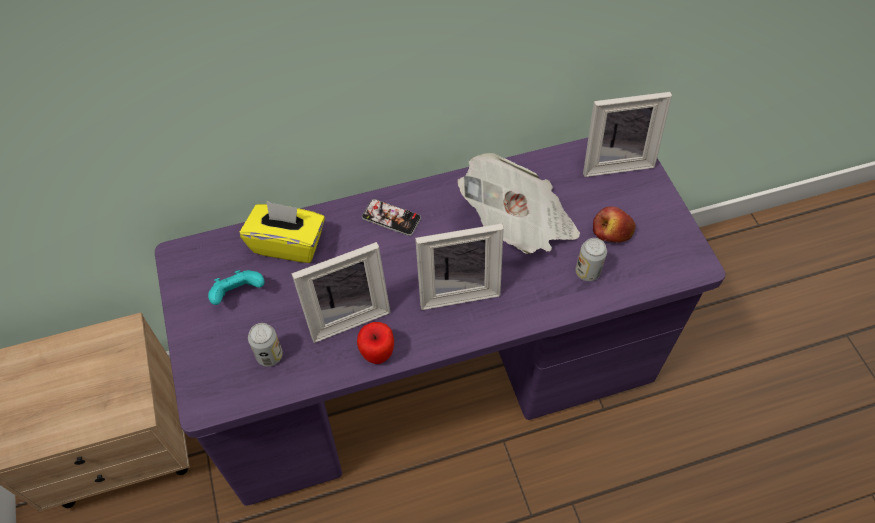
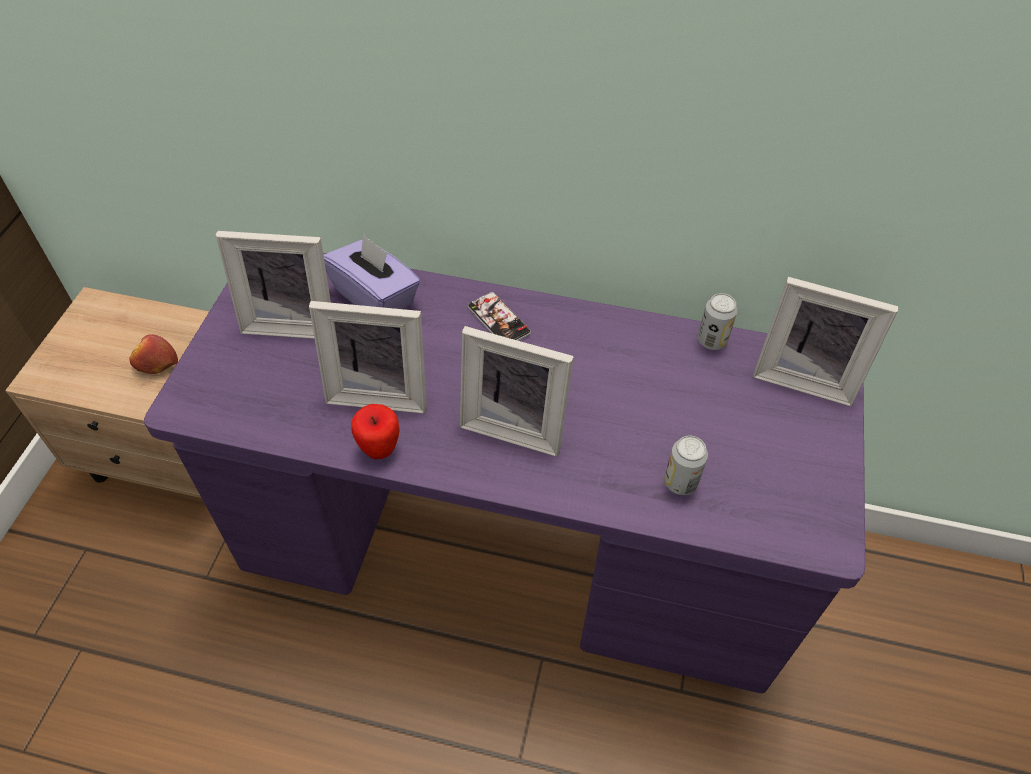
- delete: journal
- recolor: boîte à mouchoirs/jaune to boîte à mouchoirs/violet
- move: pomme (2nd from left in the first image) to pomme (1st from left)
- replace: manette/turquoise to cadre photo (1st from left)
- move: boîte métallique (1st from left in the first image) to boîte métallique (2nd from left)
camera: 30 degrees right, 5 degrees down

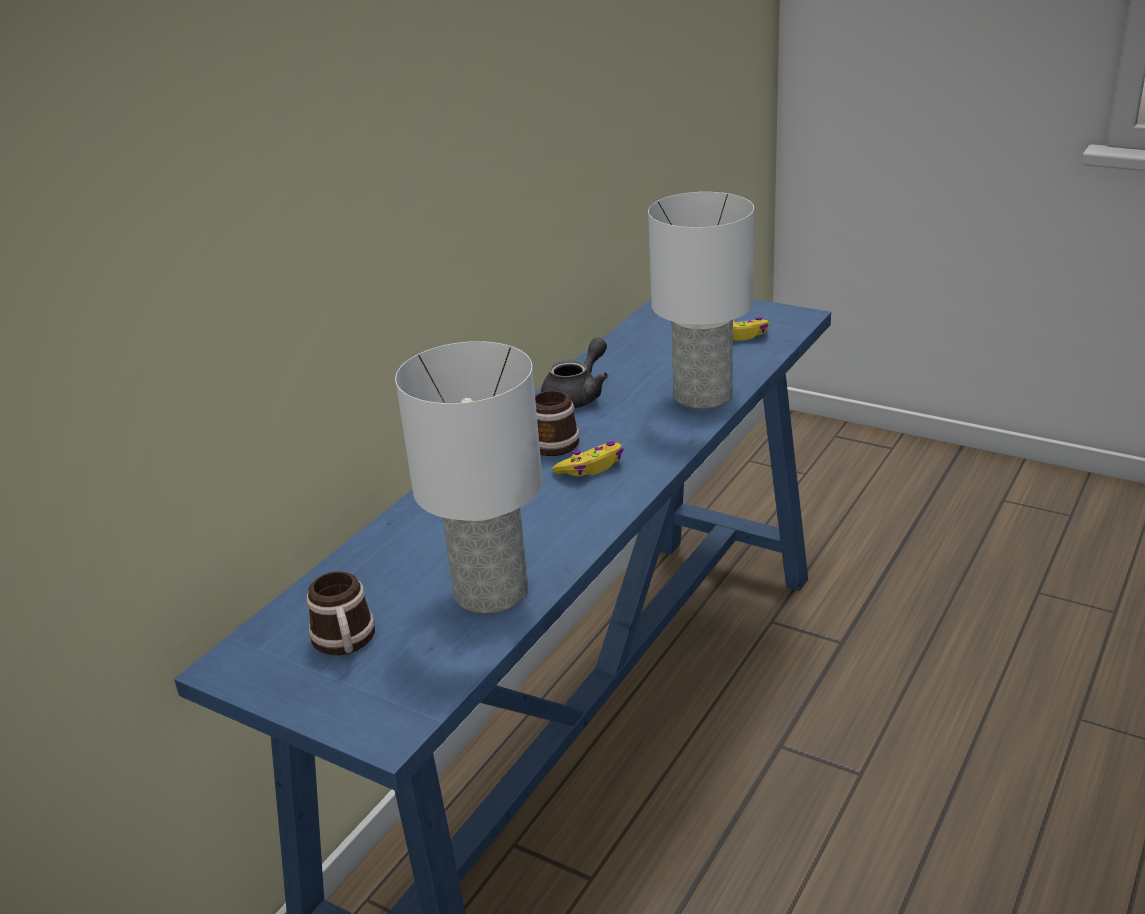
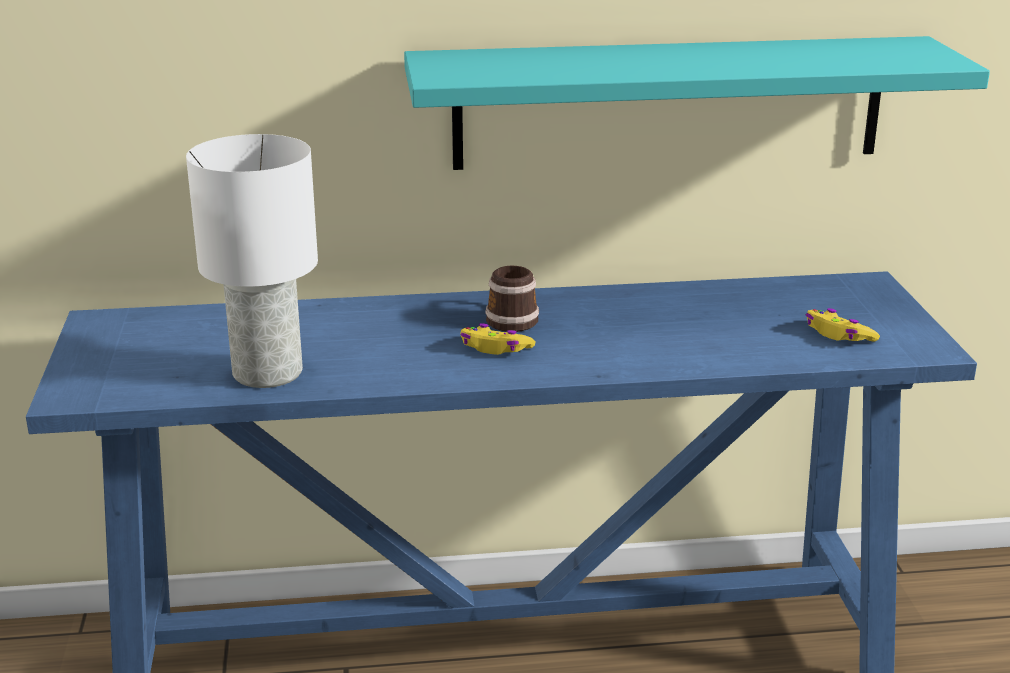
- delete: lampe de table/blanc (2nd from left)
- delete: théière/gris
- delete: mug (1st from left)
- insert: étagère/turquoise
camera: 50 degrees right, 5 degrees down

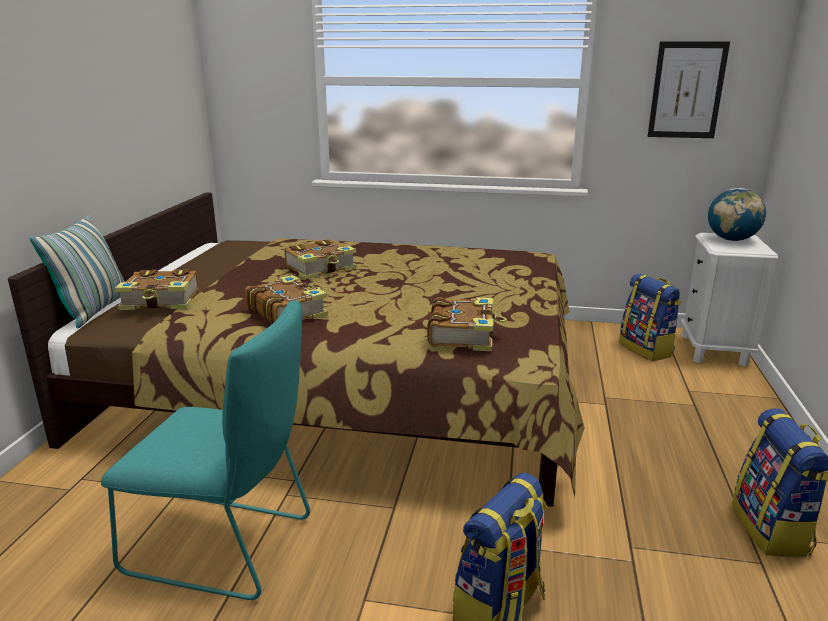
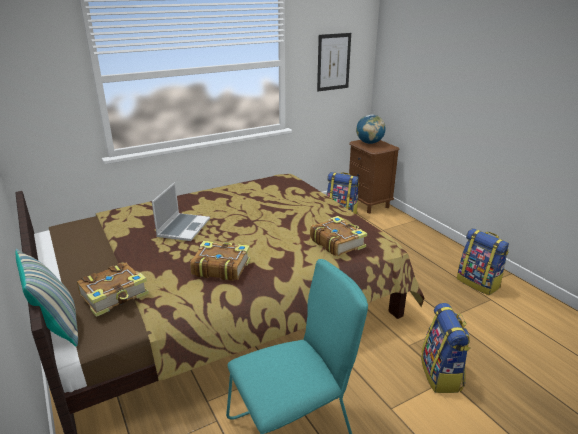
- recolor: table de chevet/blanc to table de chevet/marron
- replace: livre (3rd from left) to ordinateur portable
camera: 40 degrees left, 5 degrees up

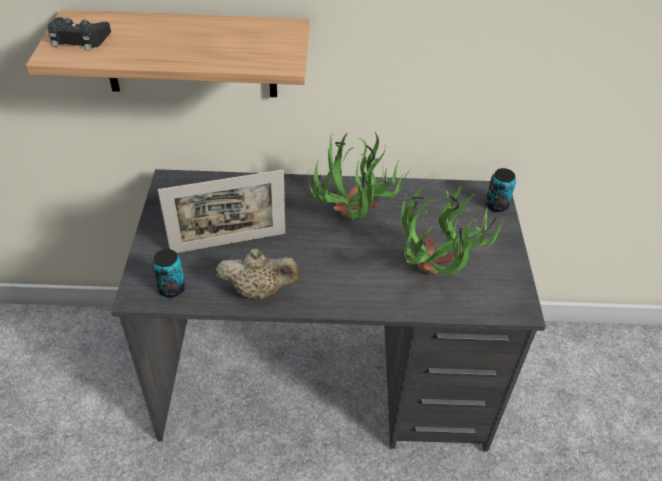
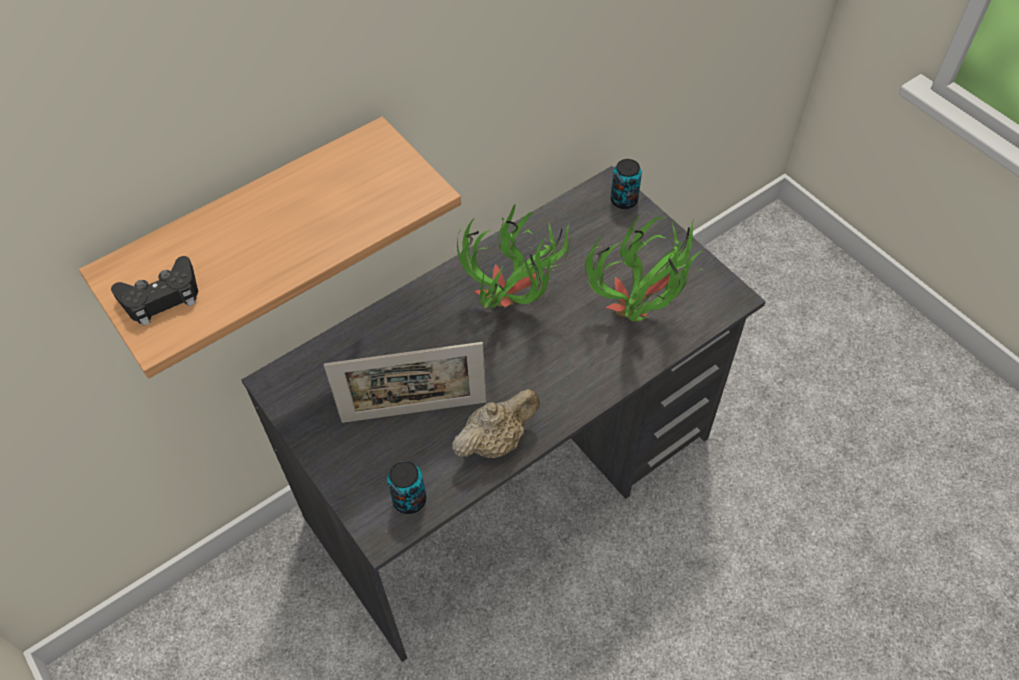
- rotate: cadre photo 45 degrees clockwise
camera: 35 degrees left, 10 degrees up

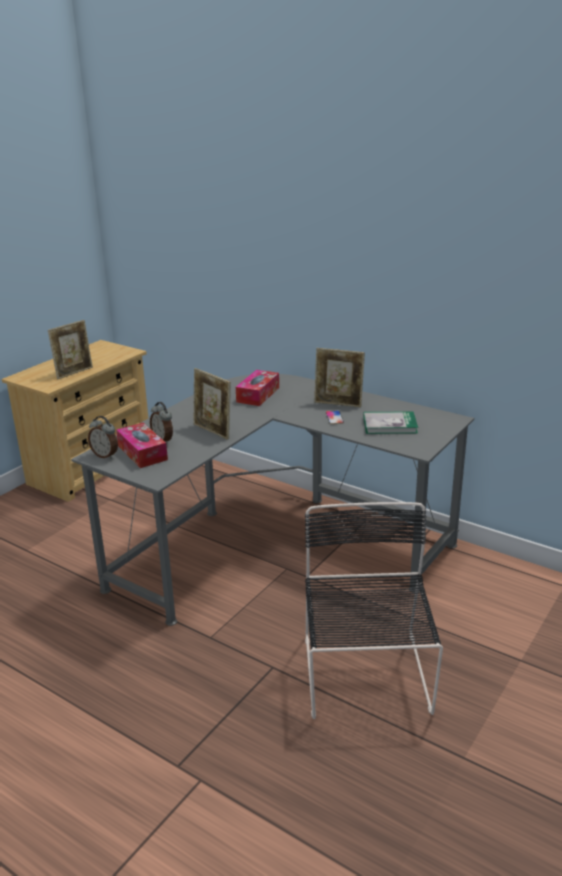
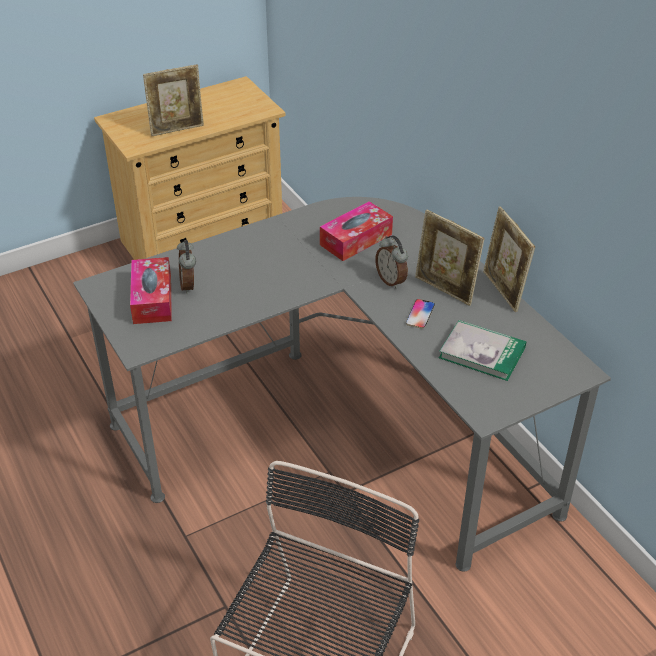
- move: cadre photo (2nd from left in the first image) to cadre photo (3rd from left)
- move: réveil (1st from left in the first image) to réveil (2nd from left)
camera: 25 degrees right, 15 degrees up

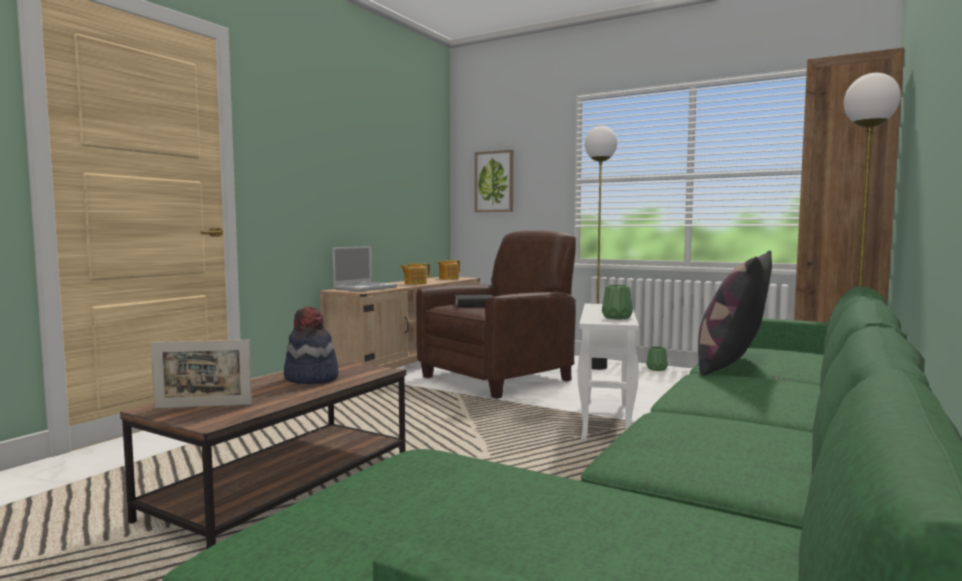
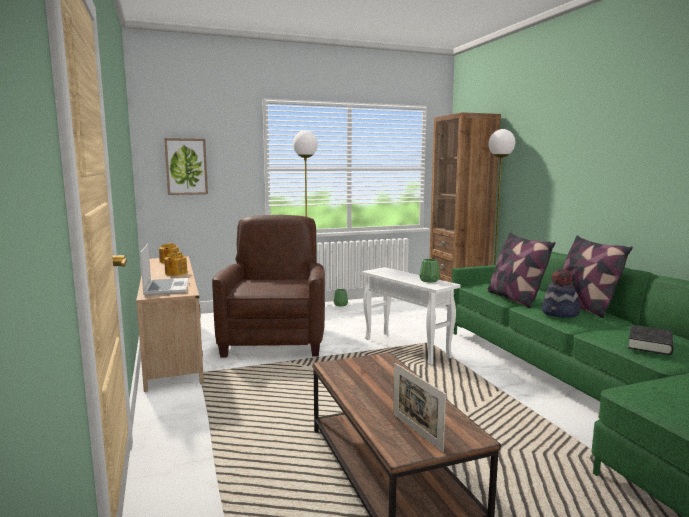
- move: livre/noir
- move: chapeau
- rotate: cadre photo 120 degrees clockwise
- insert: coussin (2nd from left)
camera: 50 degrees left, 5 degrees up

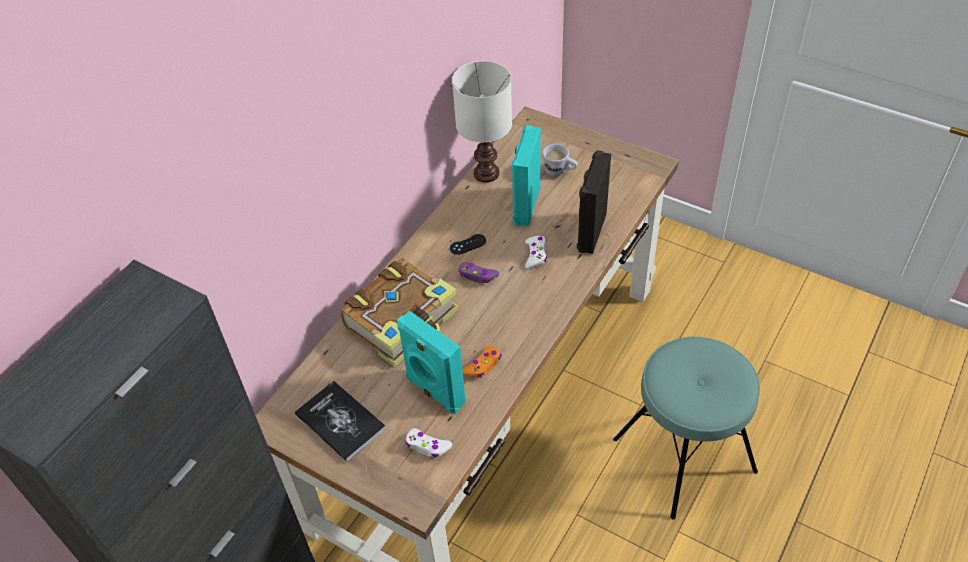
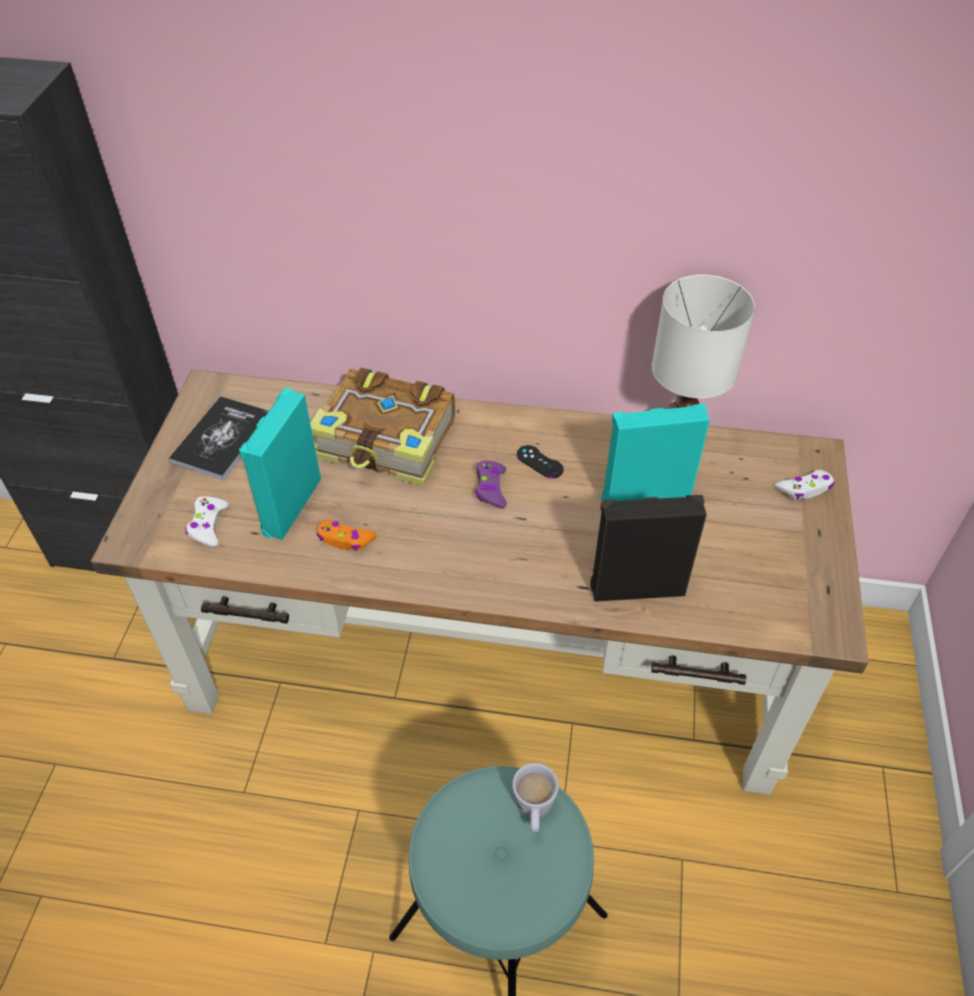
- move: mug/blanc
- move: manette/blanc (2nd from left)
camera: 65 degrees right, 0 degrees up

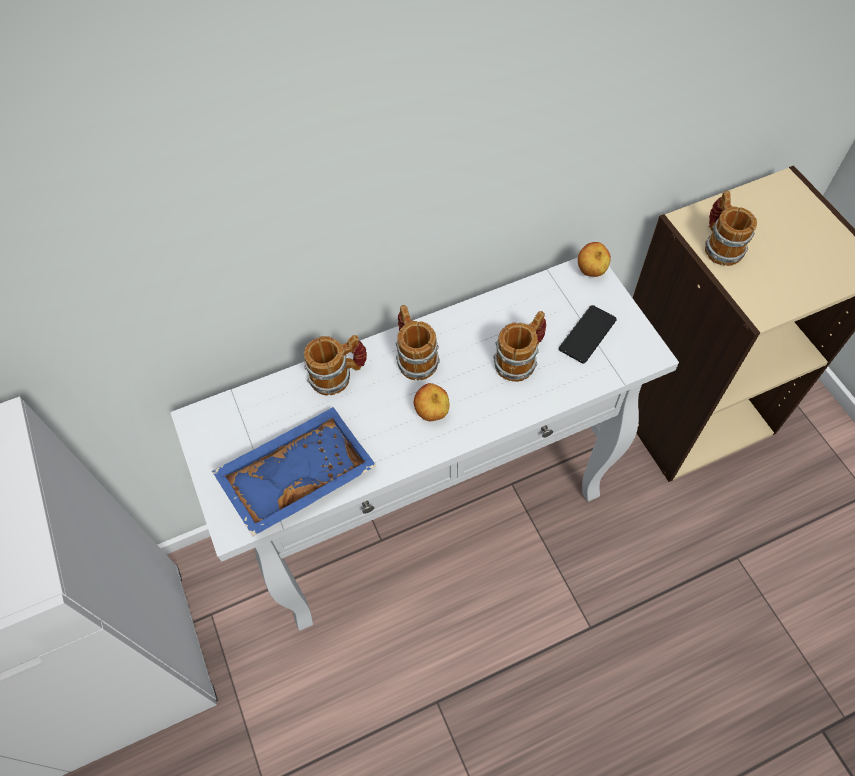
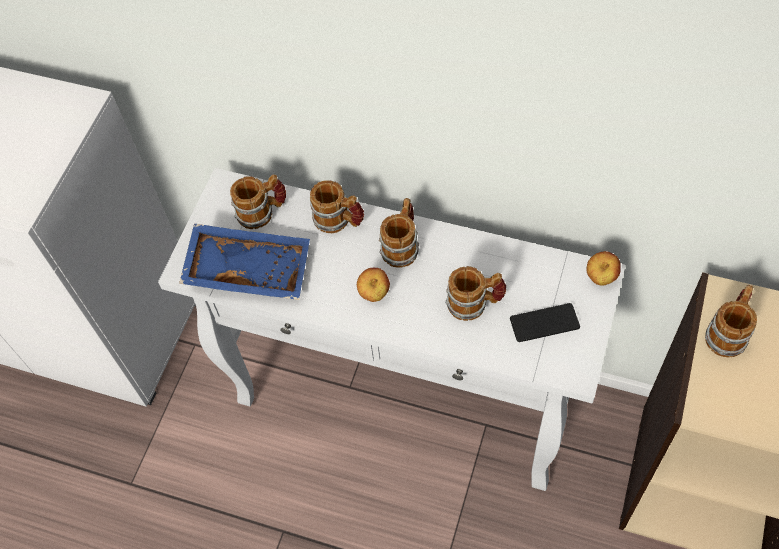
- insert: mug (1st from left)
camera: 45 degrees right, 0 degrees up

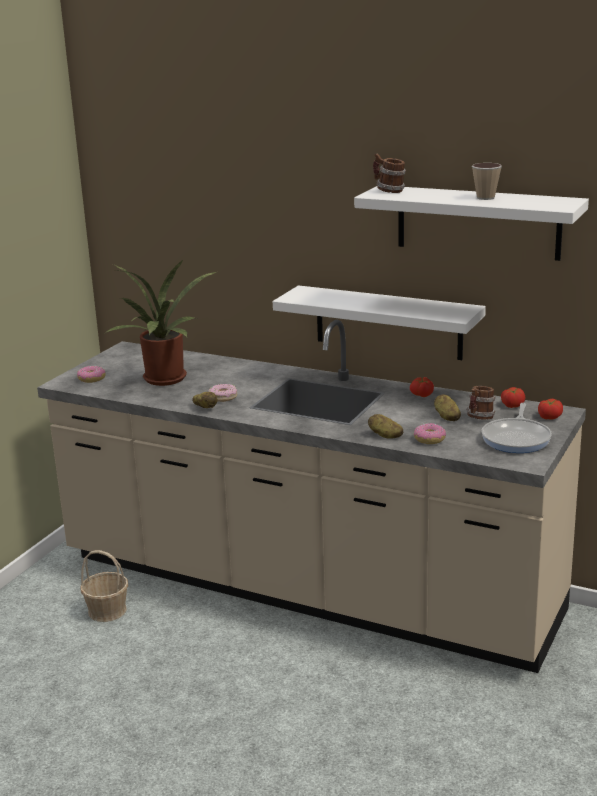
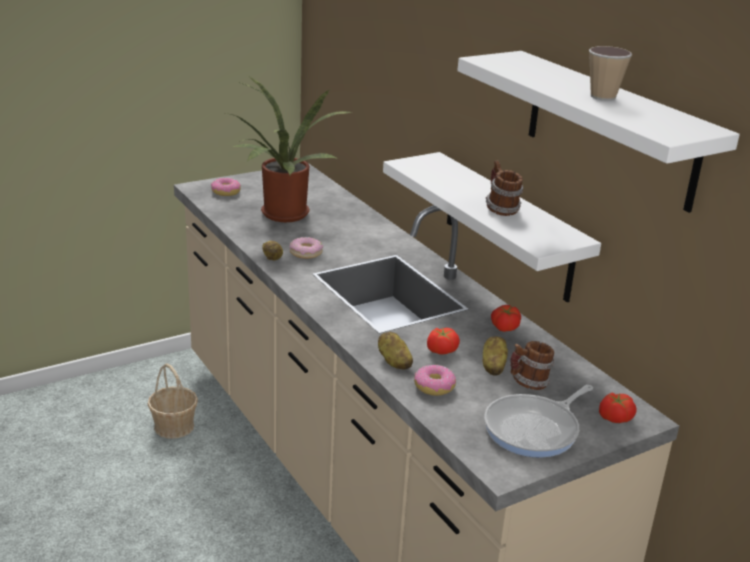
- move: mug (1st from left)
- move: tomate (2nd from left in the first image) to tomate (1st from left)
camera: 30 degrees right, 5 degrees up

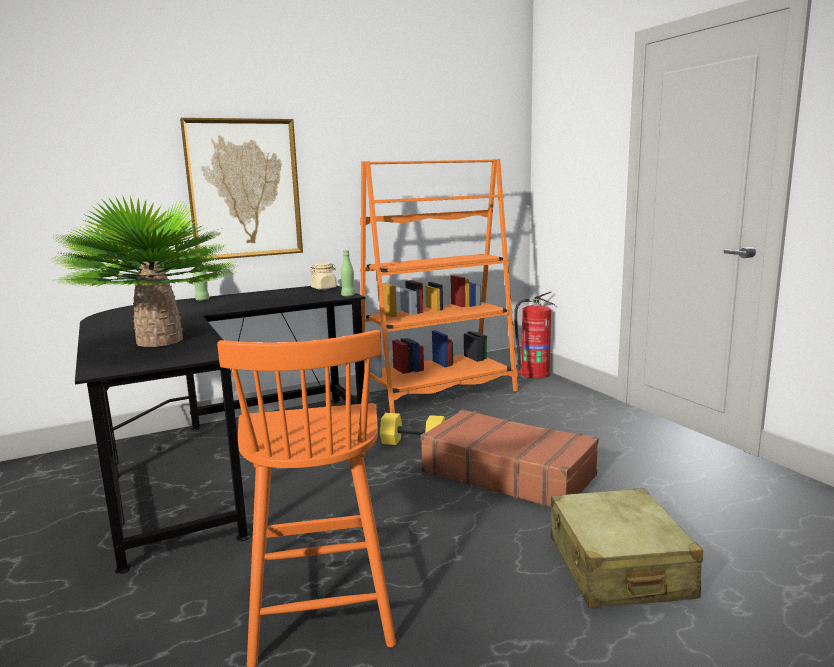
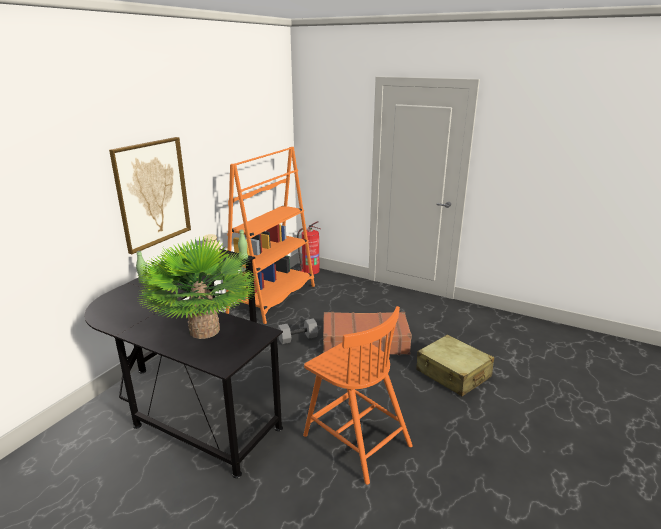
- recolor: haltère/jaune to haltère/gris
camera: 35 degrees left, 10 degrees up

